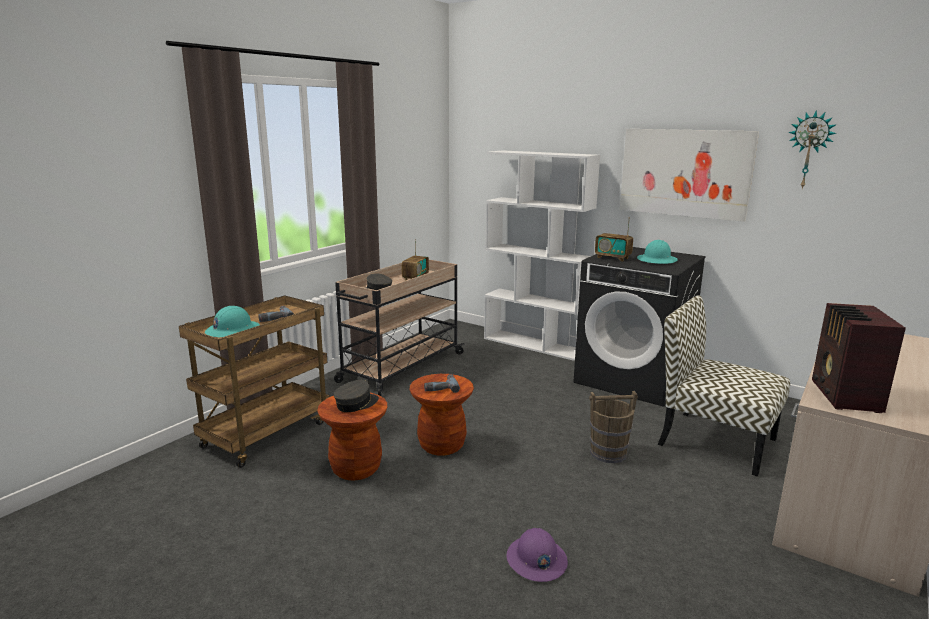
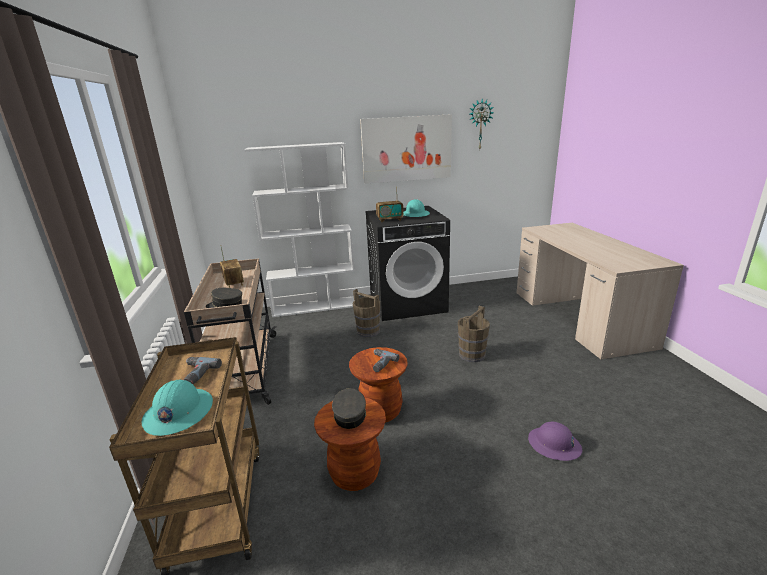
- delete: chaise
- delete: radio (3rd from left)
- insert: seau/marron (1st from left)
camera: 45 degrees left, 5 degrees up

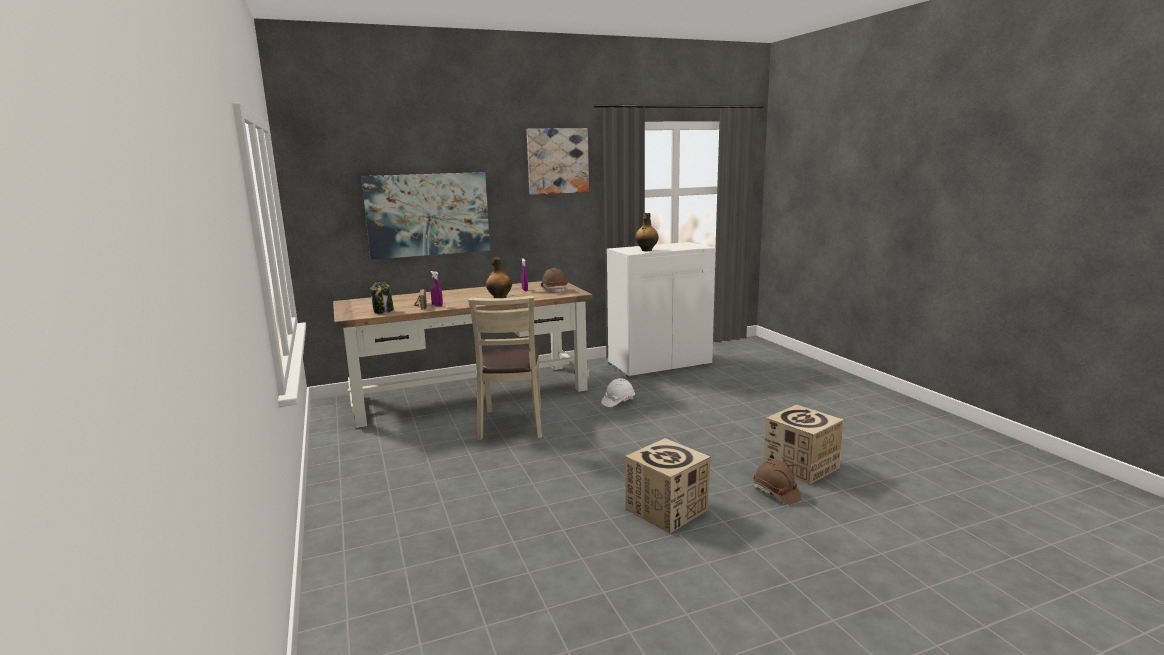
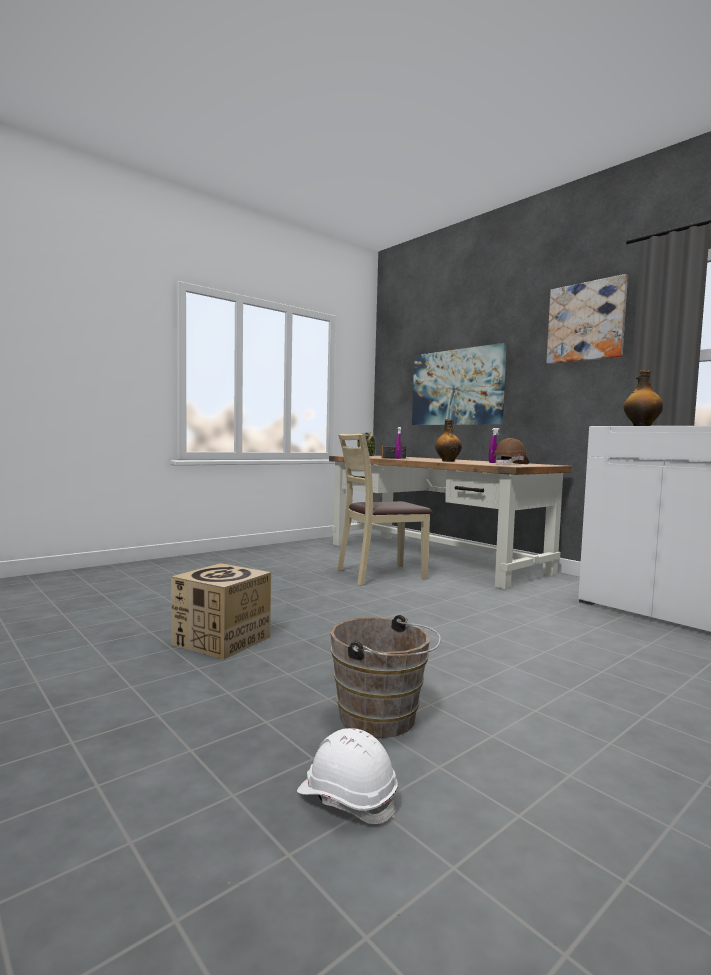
- move: casque de chantier/blanc
- replace: carton (2nd from left) to seau/marron
- delete: casque de chantier/marron (2nd from left)
camera: 70 degrees right, 10 degrees down

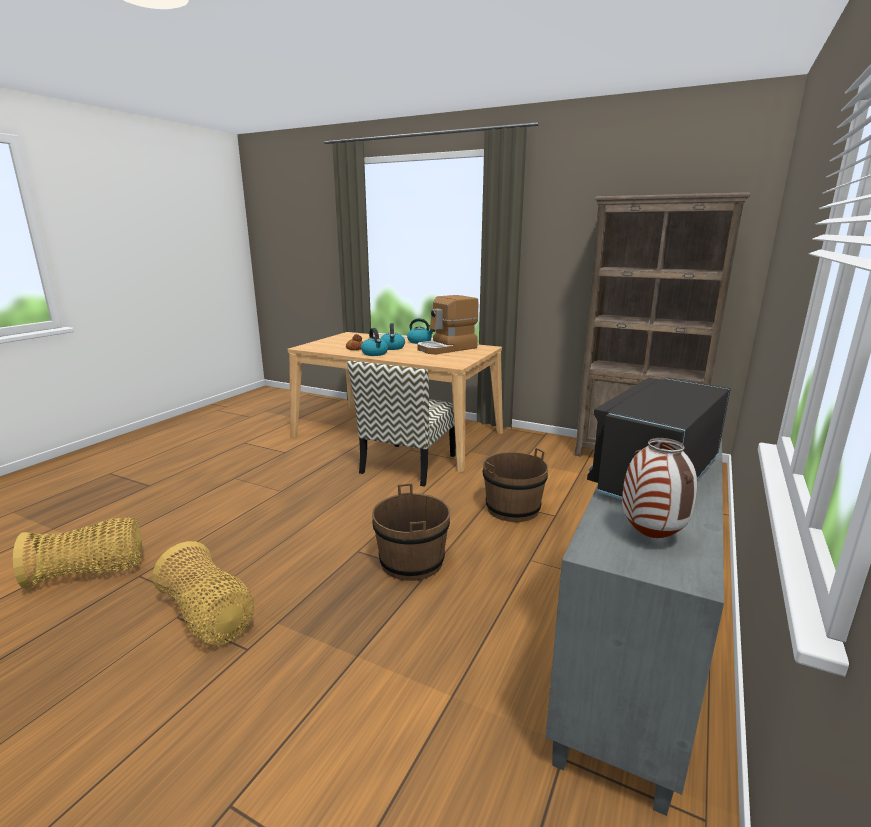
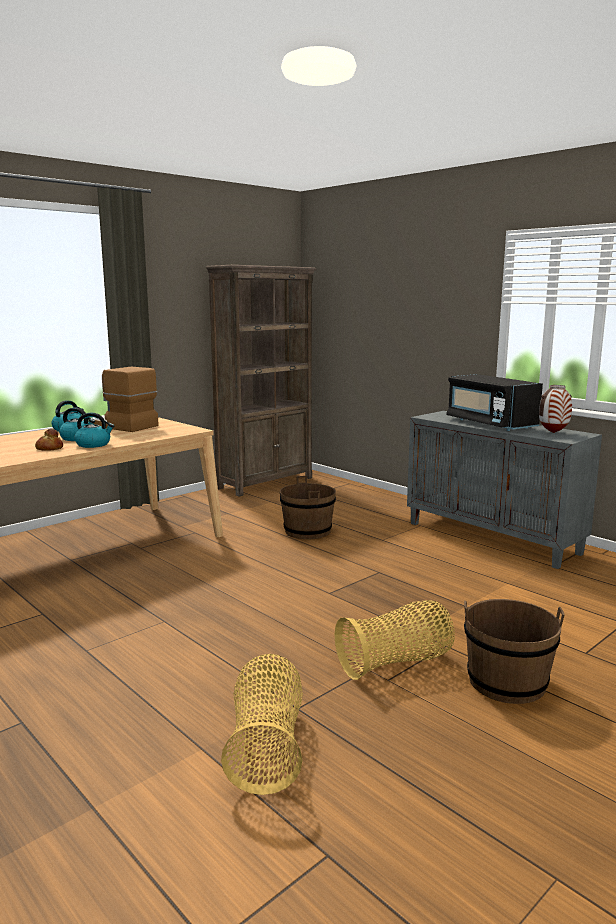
- rotate: machine à café 135 degrees clockwise
- delete: chaise
- move: seau/marron (1st from left in the first image) to seau/marron (2nd from left)
camera: 70 degrees left, 5 degrees down

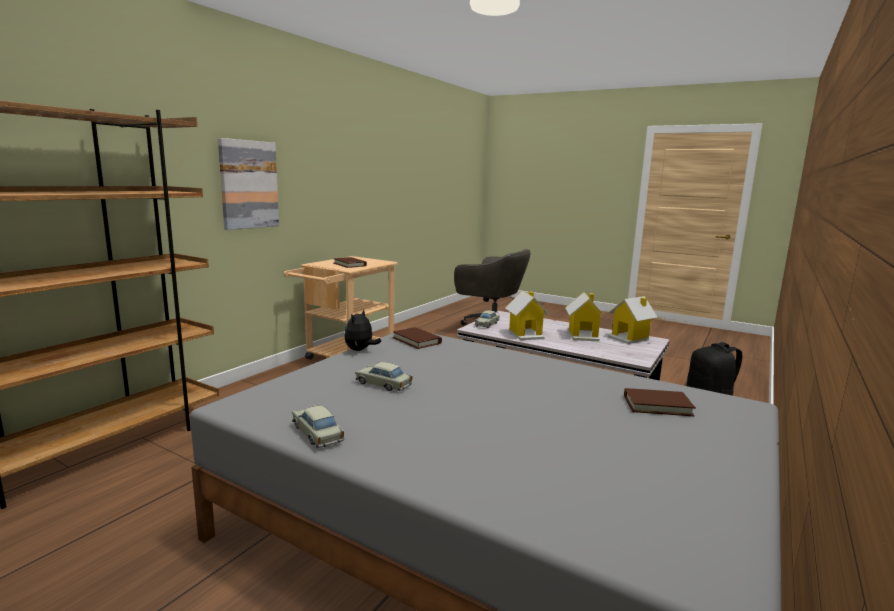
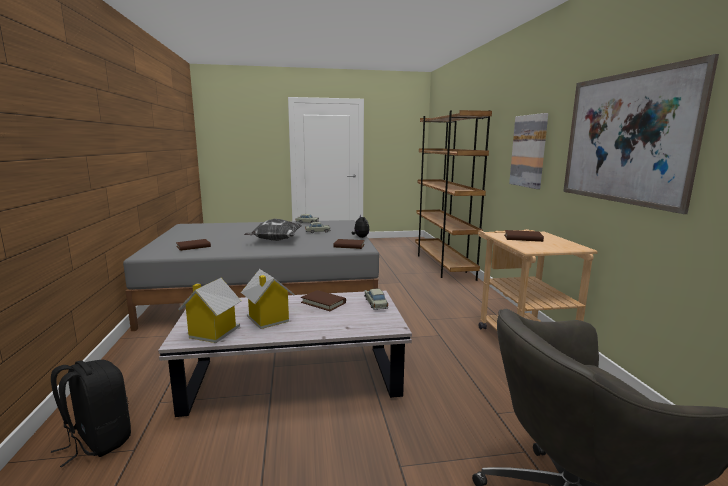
- replace: maison miniature (1st from left) to livre/marron (2nd from left)
- insert: tableau (2nd from left)
- insert: coussin
camera: 140 degrees right, 0 degrees up

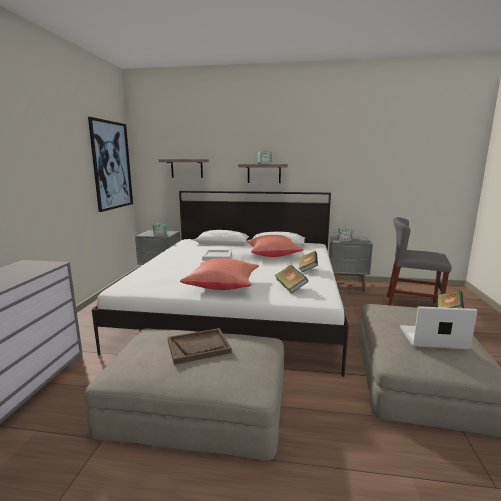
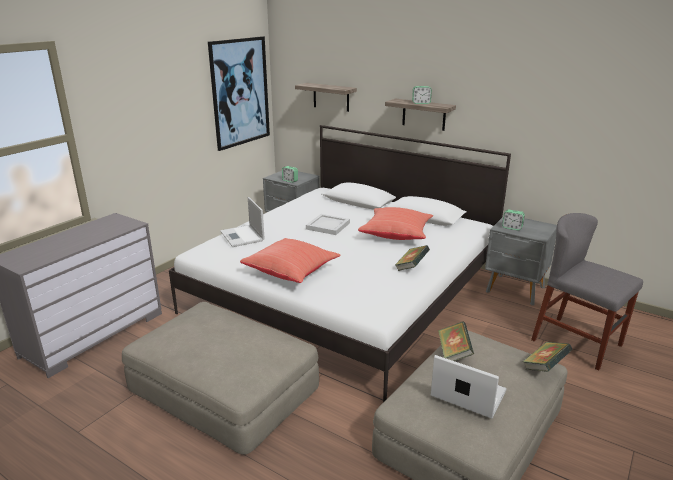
- move: livre (1st from left in the first image) to livre (2nd from left)
- delete: plateau/marron
- insert: ordinateur portable (1st from left)
camera: 25 degrees right, 10 degrees up

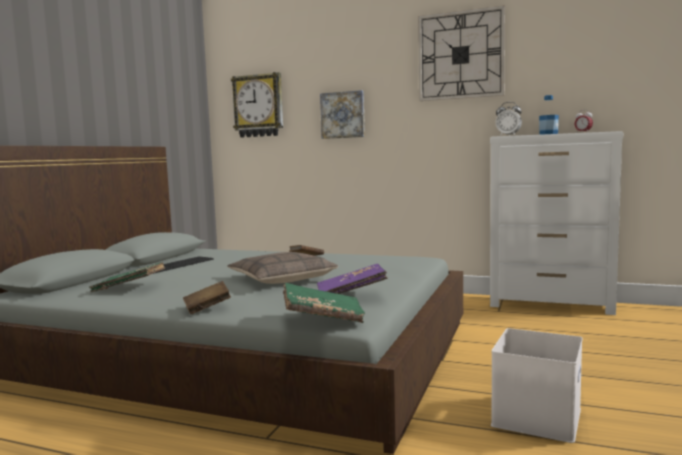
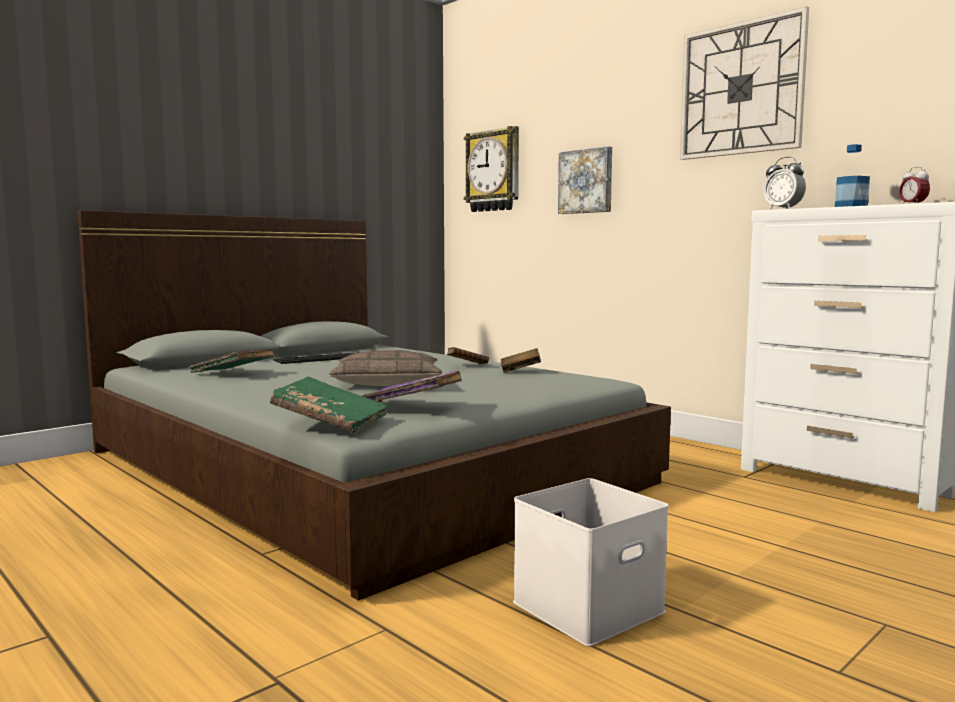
- move: livre/marron (1st from left in the first image) to livre/marron (2nd from left)
camera: 25 degrees right, 0 degrees up

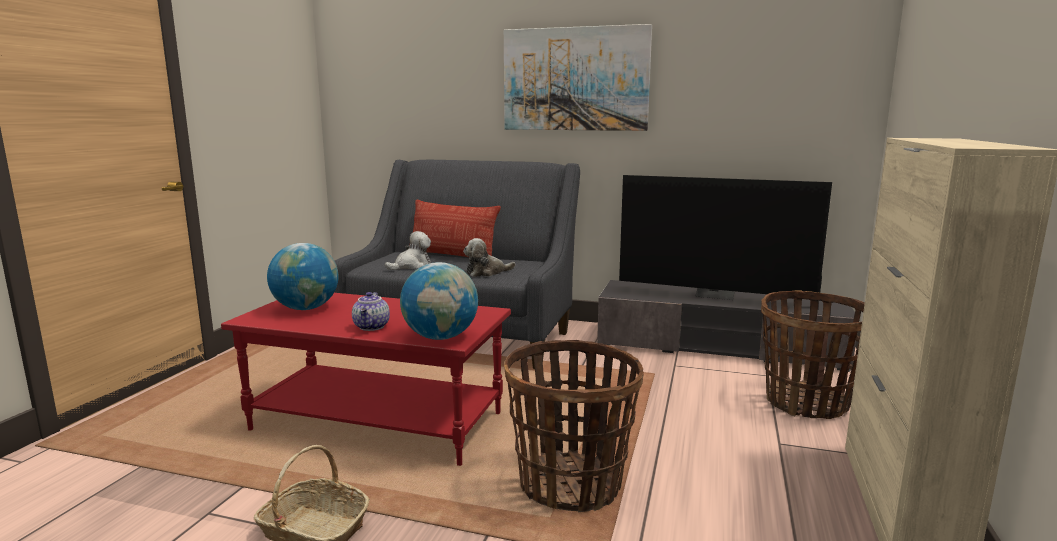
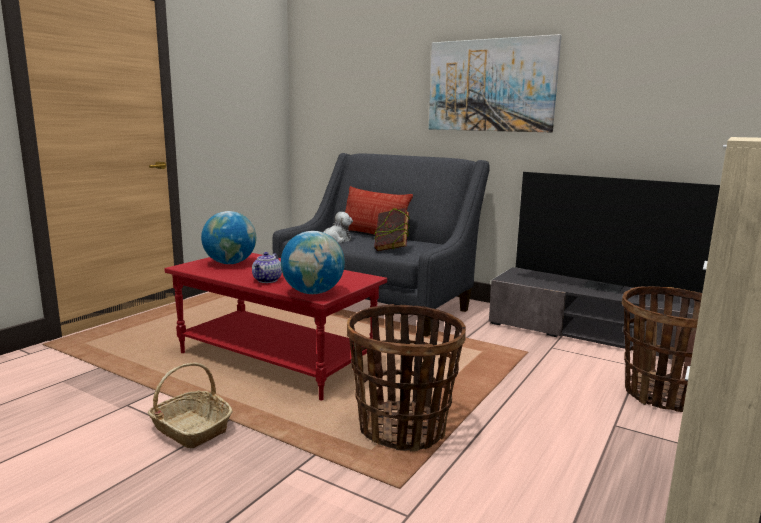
- replace: peluche (2nd from left) to livre
camera: 15 degrees right, 0 degrees up

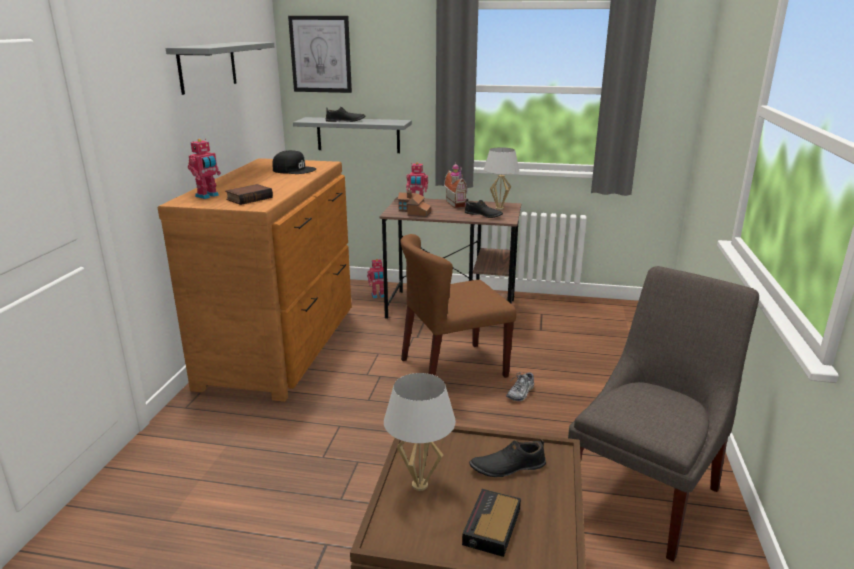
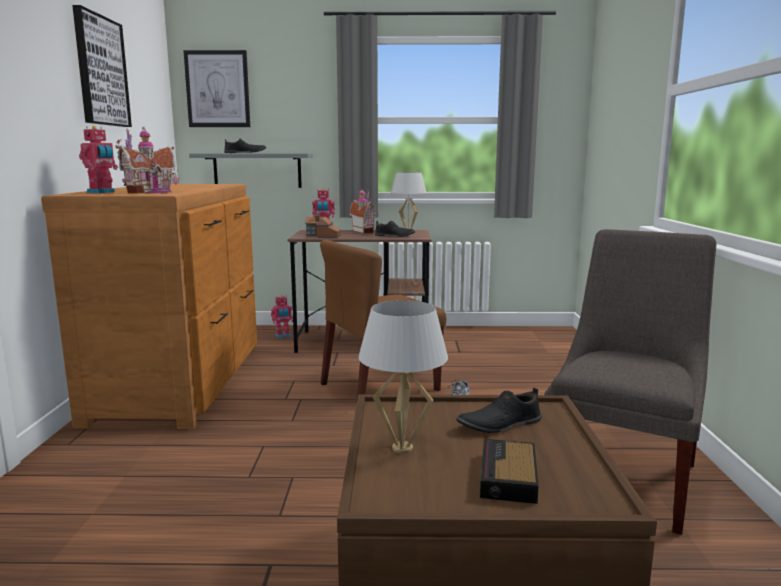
- replace: étagère/gris (1st from left) to tableau (1st from left)
- delete: casquette/noir
- replace: livre to maison miniature (1st from left)
camera: 10 degrees left, 10 degrees down

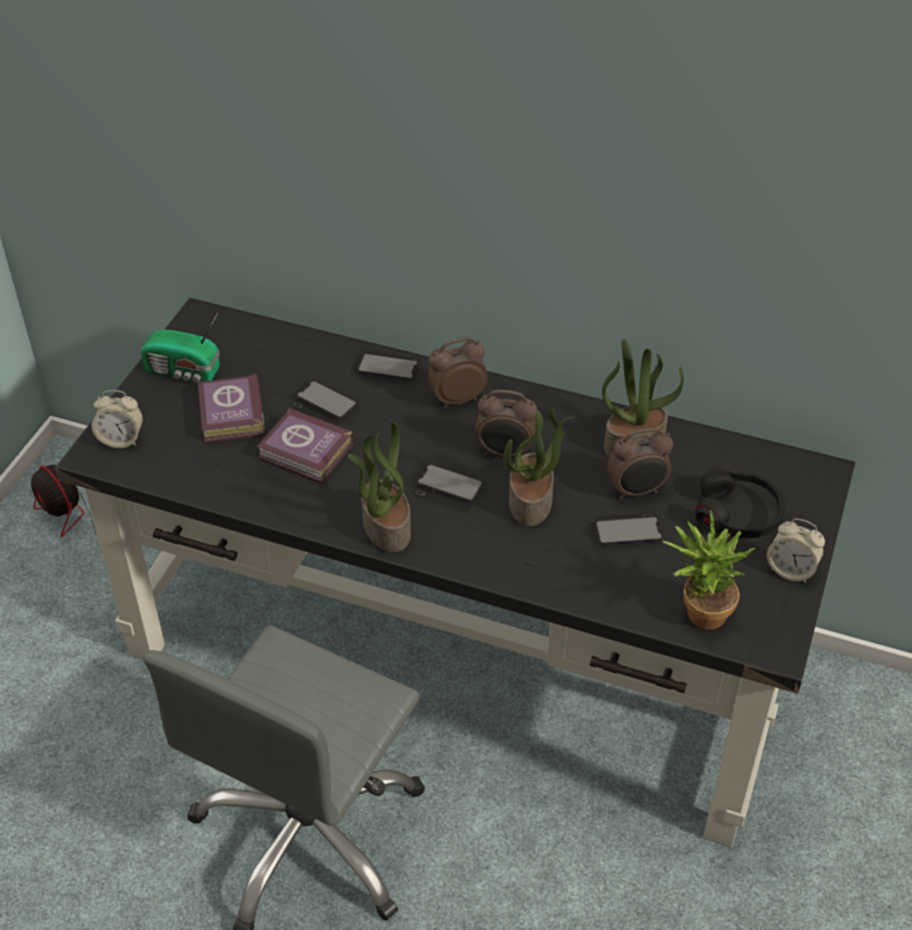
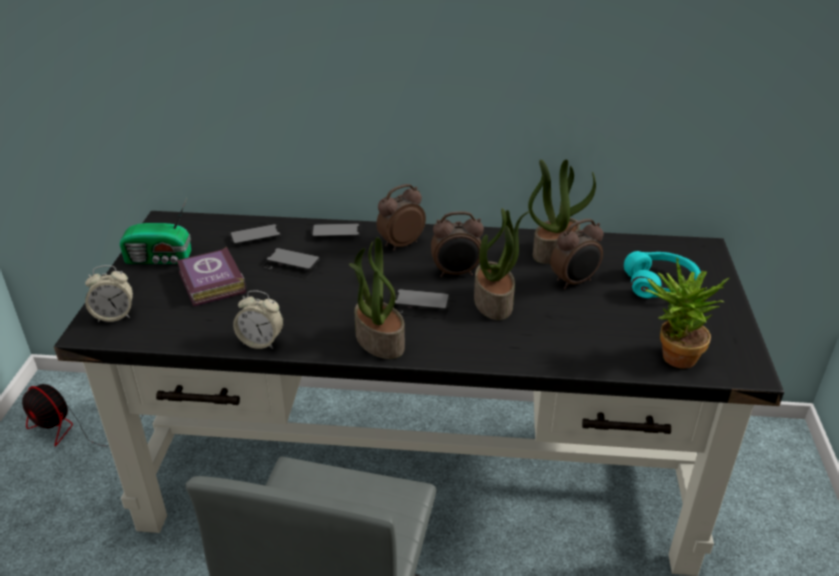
- delete: livre (2nd from left)
- recolor: casque audio/noir to casque audio/turquoise
- move: téléphone (4th from left in the first image) to téléphone (1st from left)
- move: réveil (5th from left in the first image) to réveil (2nd from left)
camera: 15 degrees left, 10 degrees down

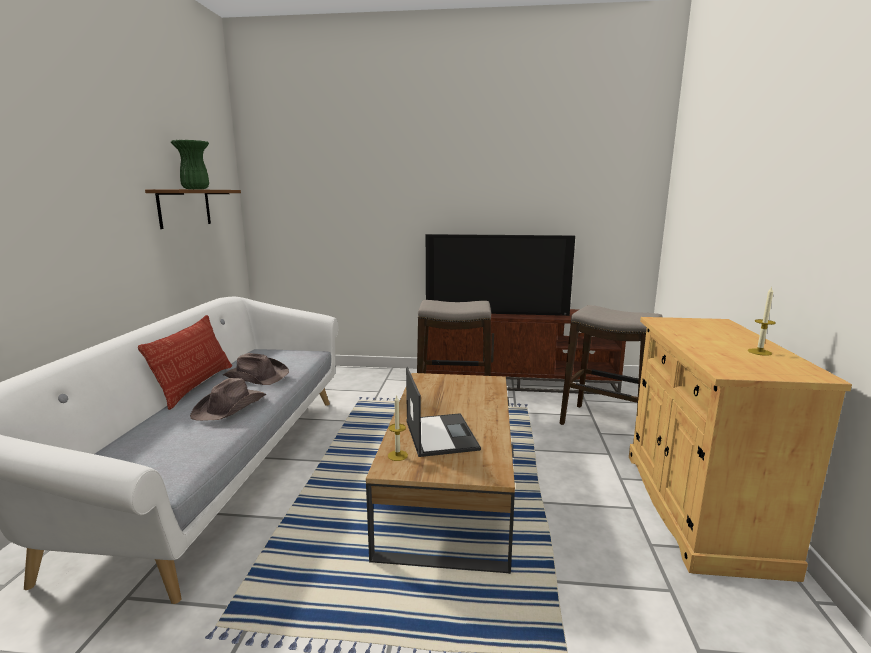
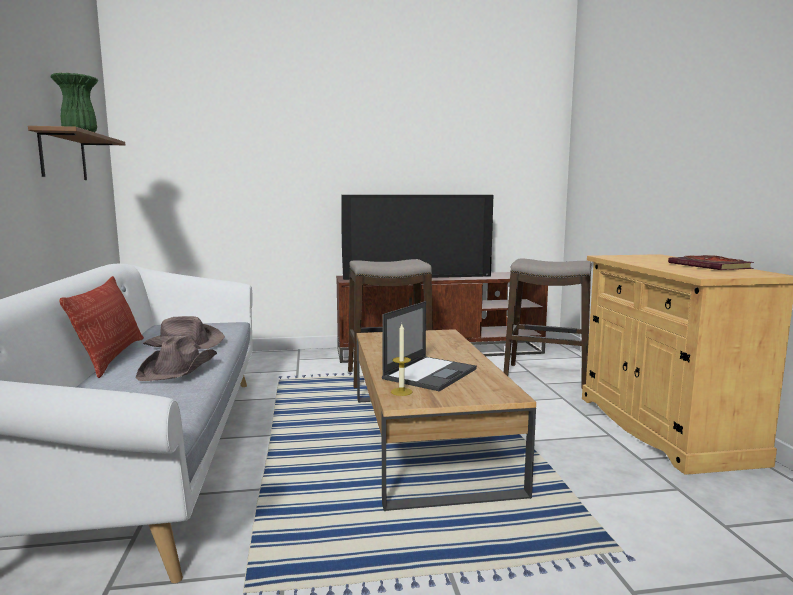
- replace: bougie (2nd from left) to livre
- rotate: ordinateur portable 60 degrees clockwise
camera: 15 degrees left, 5 degrees down

